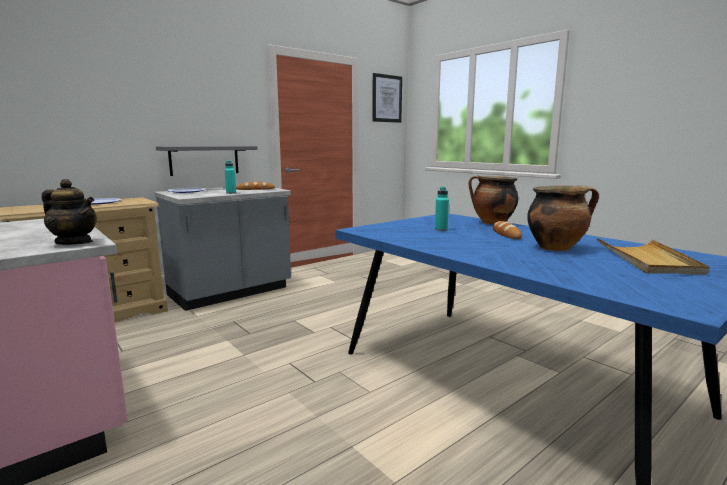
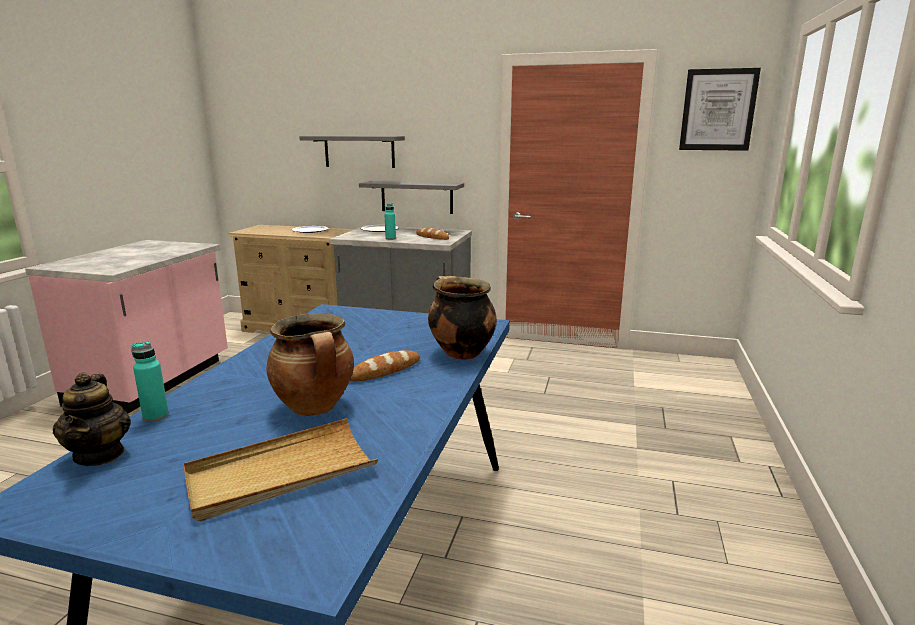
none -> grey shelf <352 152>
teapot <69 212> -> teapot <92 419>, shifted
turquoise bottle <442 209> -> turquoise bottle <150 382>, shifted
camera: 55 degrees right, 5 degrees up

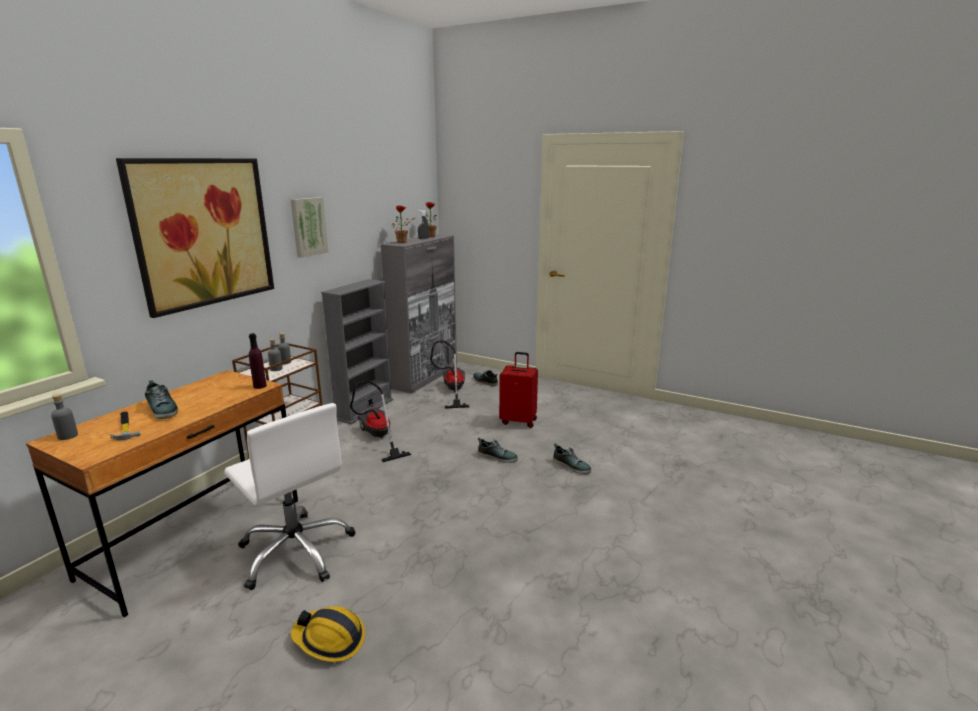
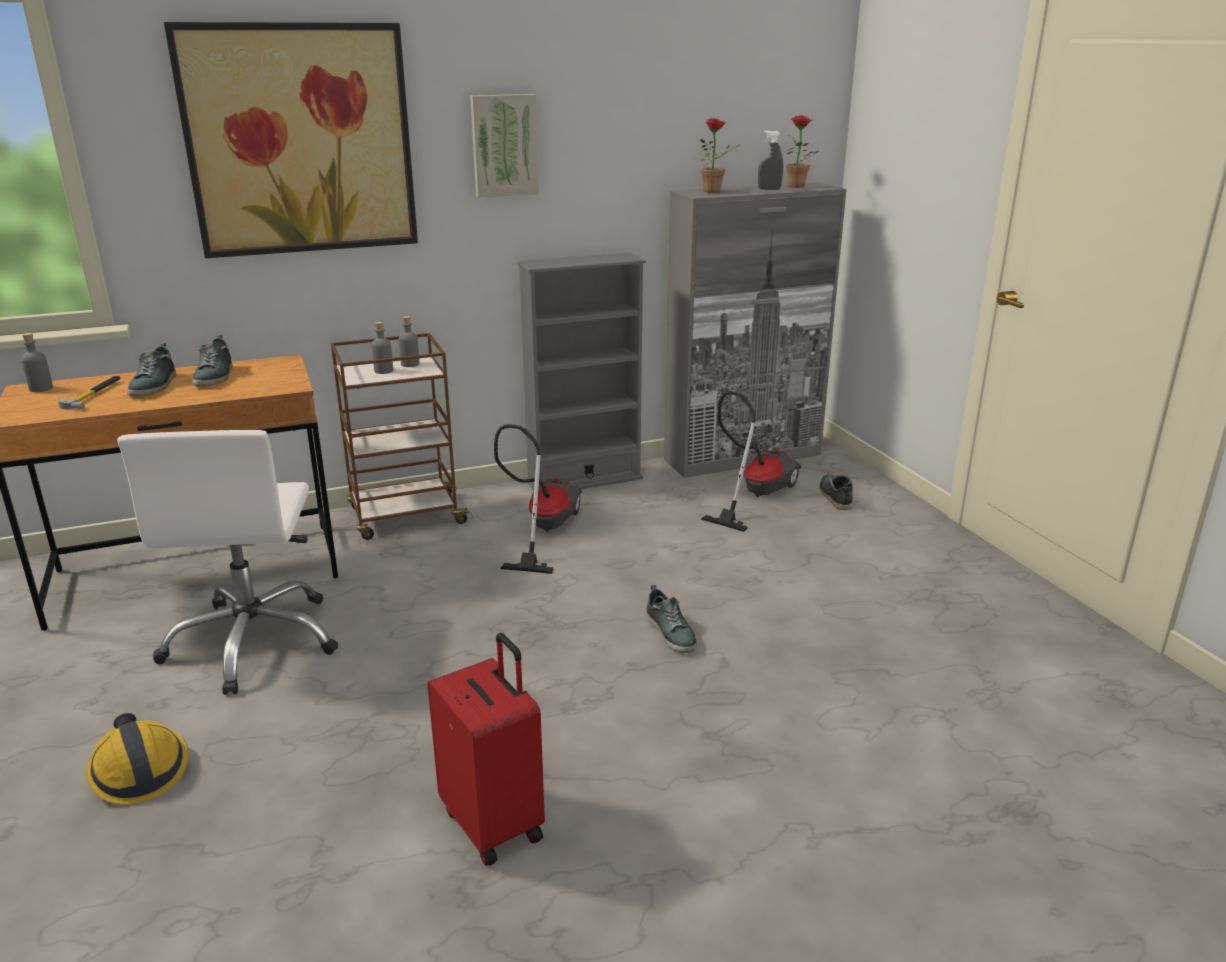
purple bottle <258 361> -> none
red suitcase <518 390> -> red suitcase <486 749>, shifted
shoe <572 458> -> shoe <213 361>, shifted
camera: 40 degrees right, 5 degrees up

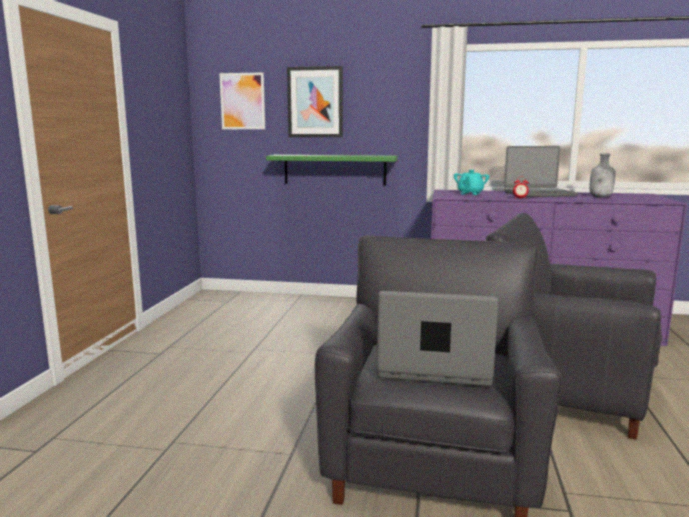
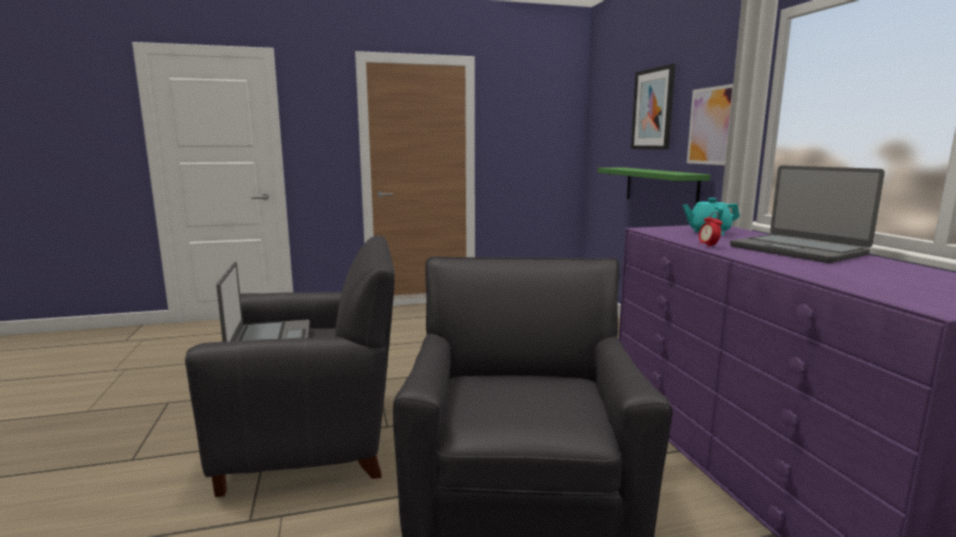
grey bottle <602 175> -> none
picture <242 100> -> picture <710 124>, shifted
camera: 65 degrees right, 0 degrees up

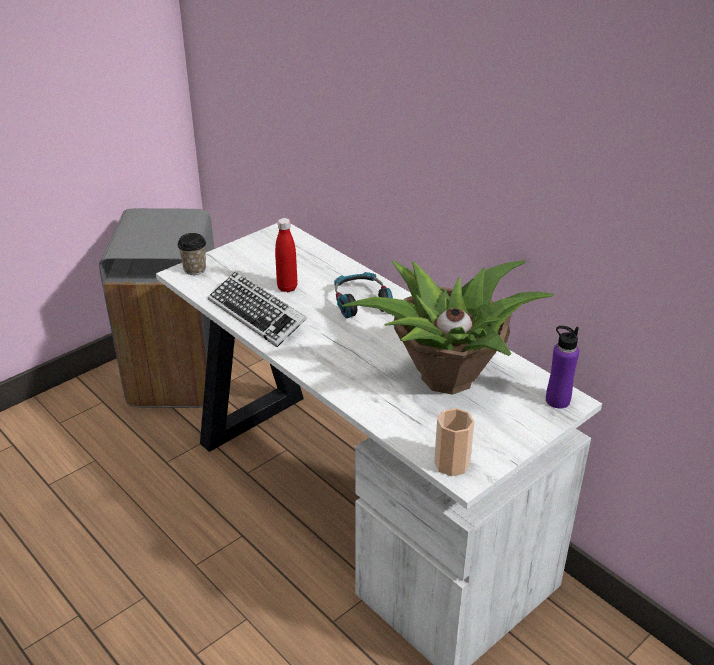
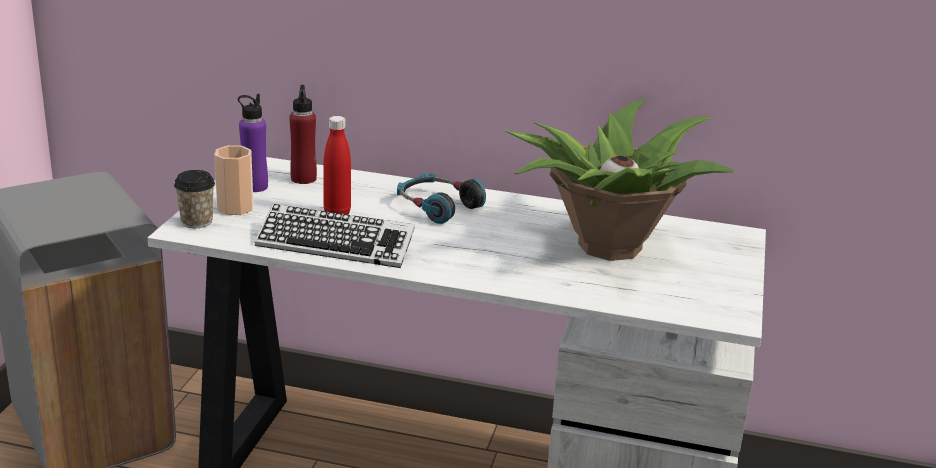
none -> red bottle <303 134>
cup <454 442> -> cup <233 180>, shifted
purple bottle <562 367> -> purple bottle <253 143>, shifted
camera: 35 degrees left, 10 degrees down

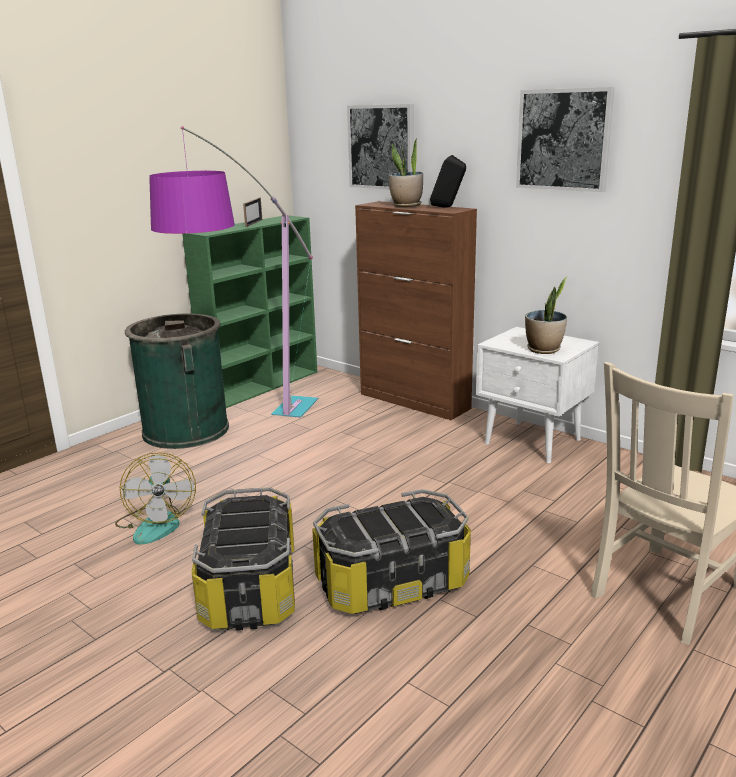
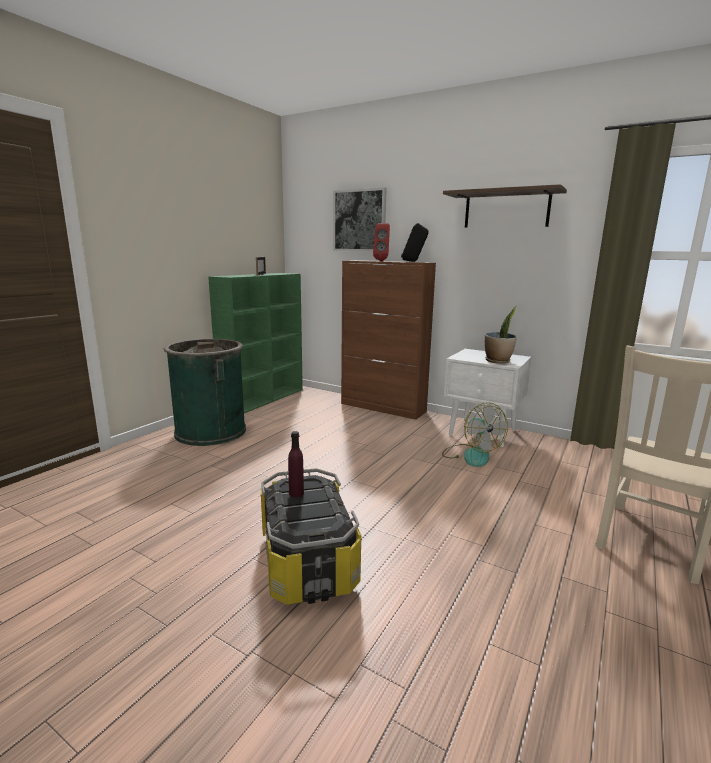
floor lamp <233 272> -> none
storage box <391 551> -> none
none -> purple bottle <296 464>
fan <155 498> -> fan <475 434>, shifted
potted plant <405 173> -> red speaker <381 242>
picture <565 139> -> shelf <505 206>
camera: 10 degrees left, 5 degrees down

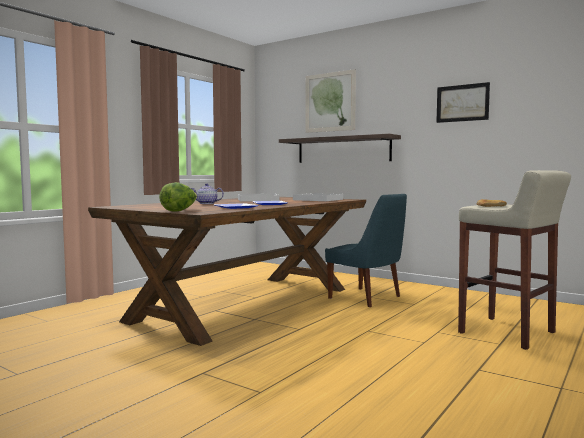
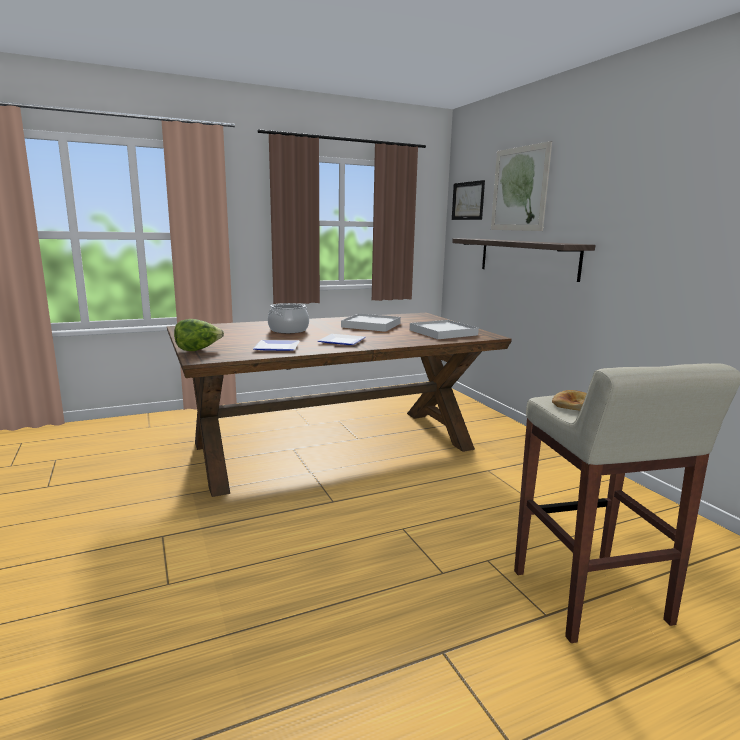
blue chair <366 250> -> none
picture <463 102> -> picture <468 200>, shifted
teapot <207 194> -> cooking pot <288 318>
camera: 30 degrees right, 10 degrees up

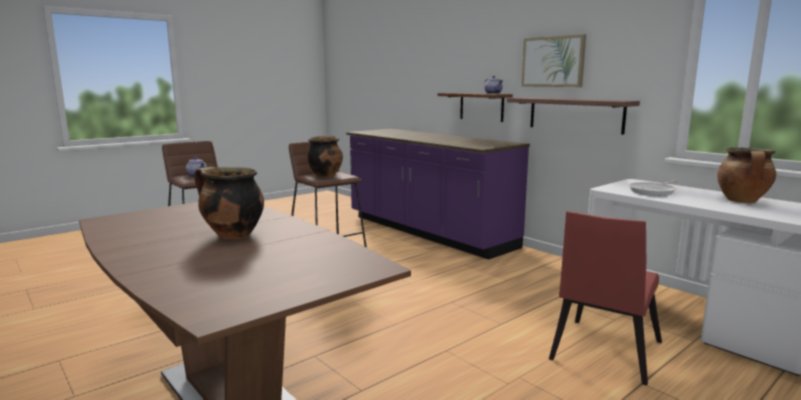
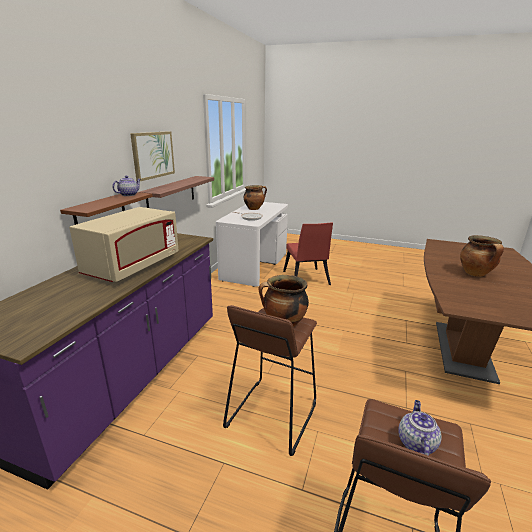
none -> beige microwave <124 244>
red chair <605 298> -> red chair <308 253>, 75 degrees clockwise
camera: 120 degrees left, 10 degrees up

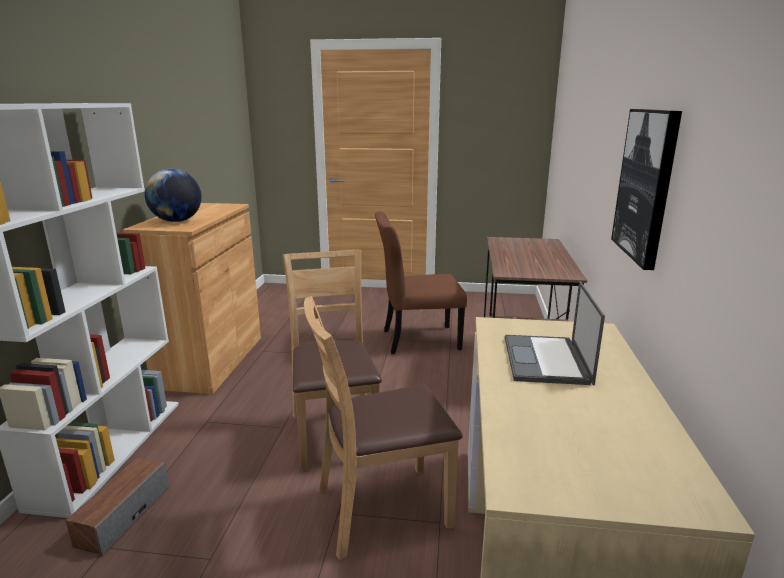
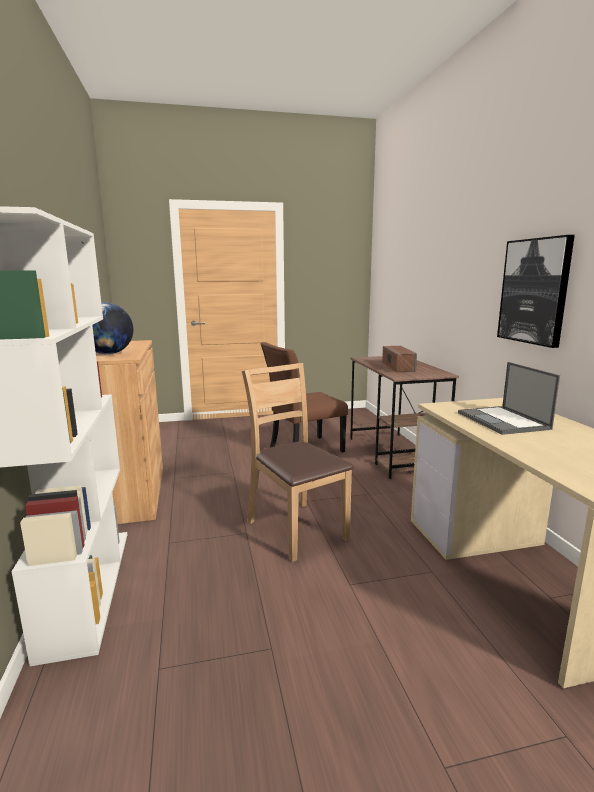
brown chair <383 428> -> none
speaker <117 507> -> speaker <399 359>, shifted
camera: 20 degrees left, 5 degrees down

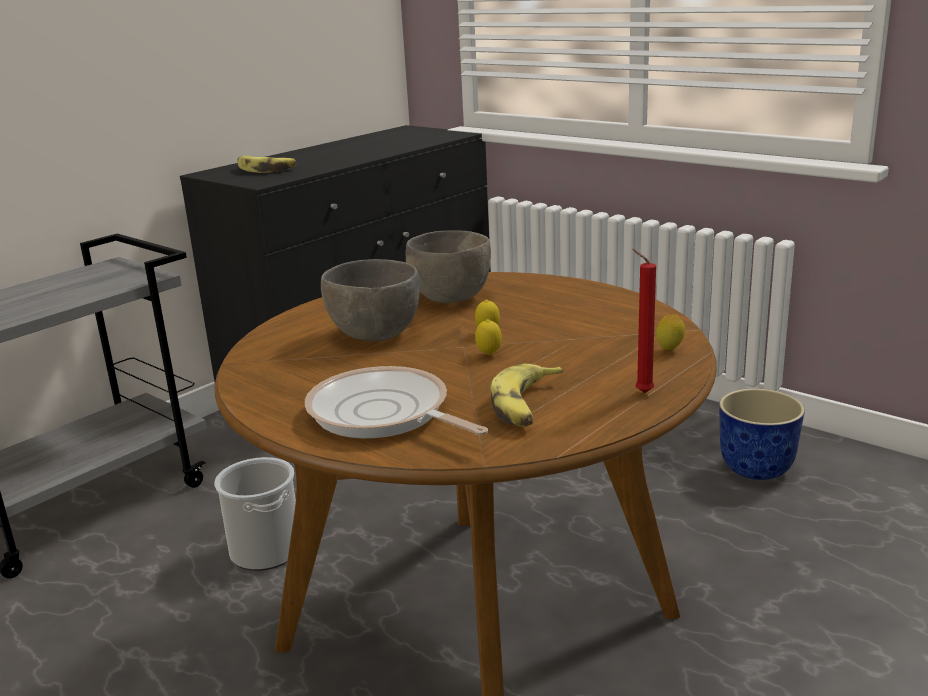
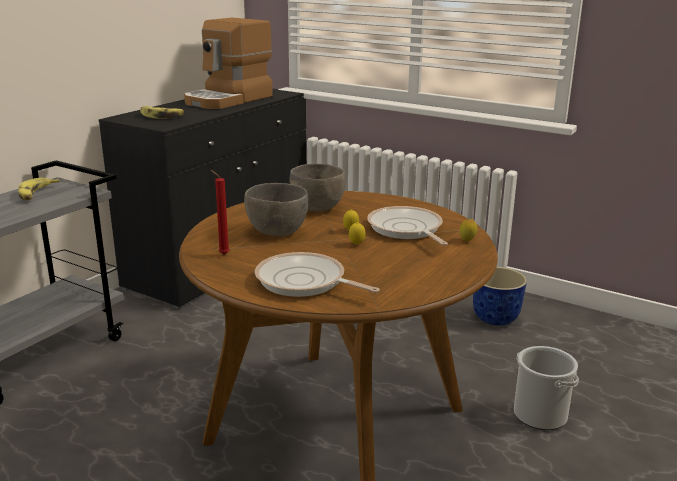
none -> coffee machine <228 63>
none -> frying pan <407 225>
bucket <255 514> -> bucket <546 388>, shifted
banana <527 395> -> banana <39 189>, shifted
red candle <644 321> -> red candle <220 212>, shifted
camera: 10 degrees left, 0 degrees up

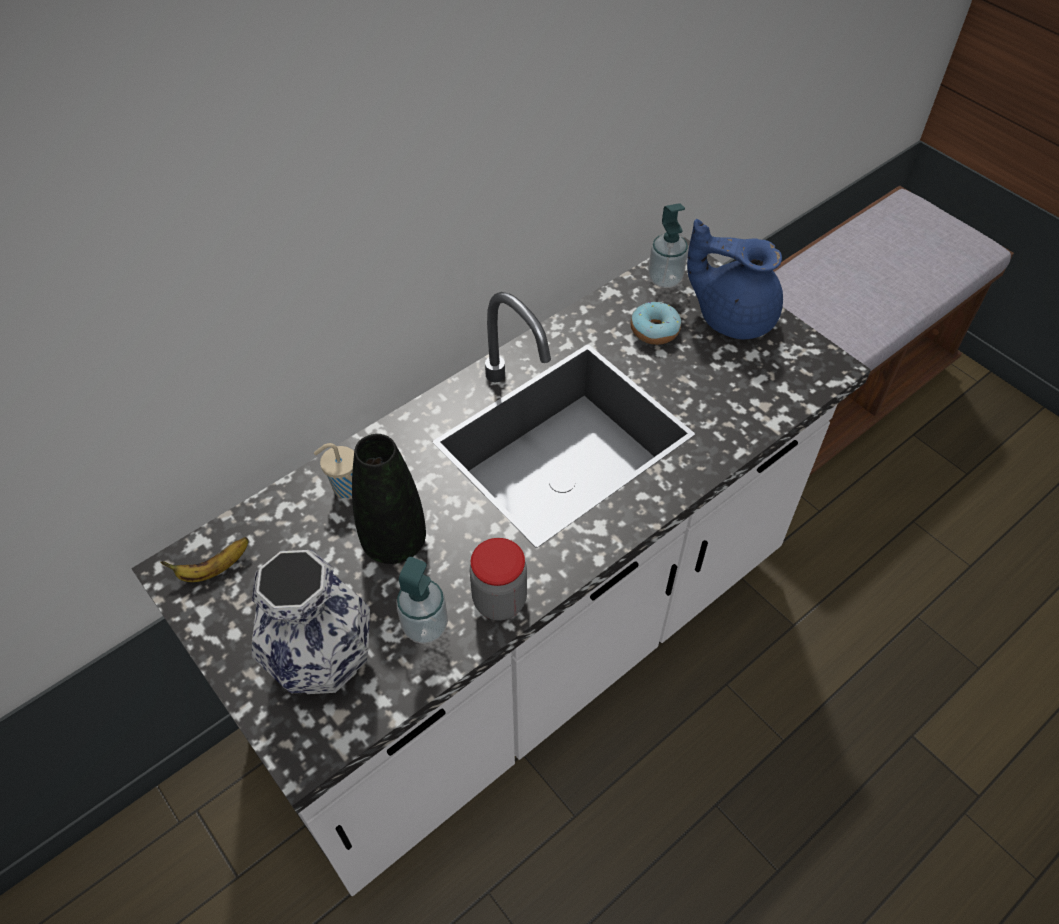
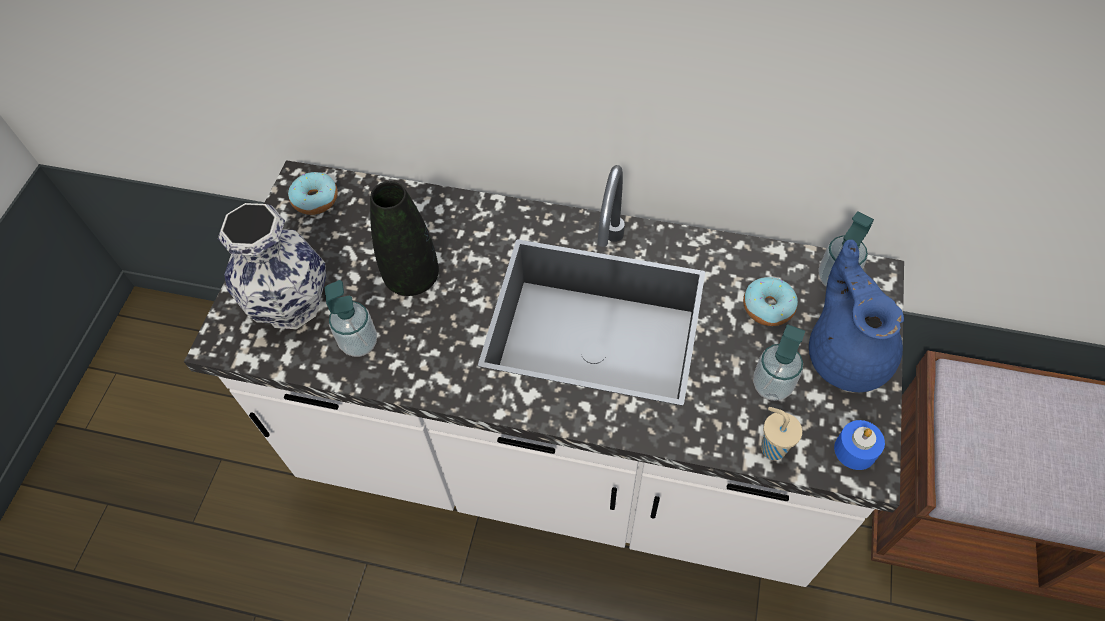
jar <498 579> -> none
none -> soap dispenser <779 362>
none -> blue candle <859 445>
beige cup <334 470> -> beige cup <781 433>, shifted
banana <204 559> -> donut <313 193>
camera: 55 degrees right, 5 degrees up

